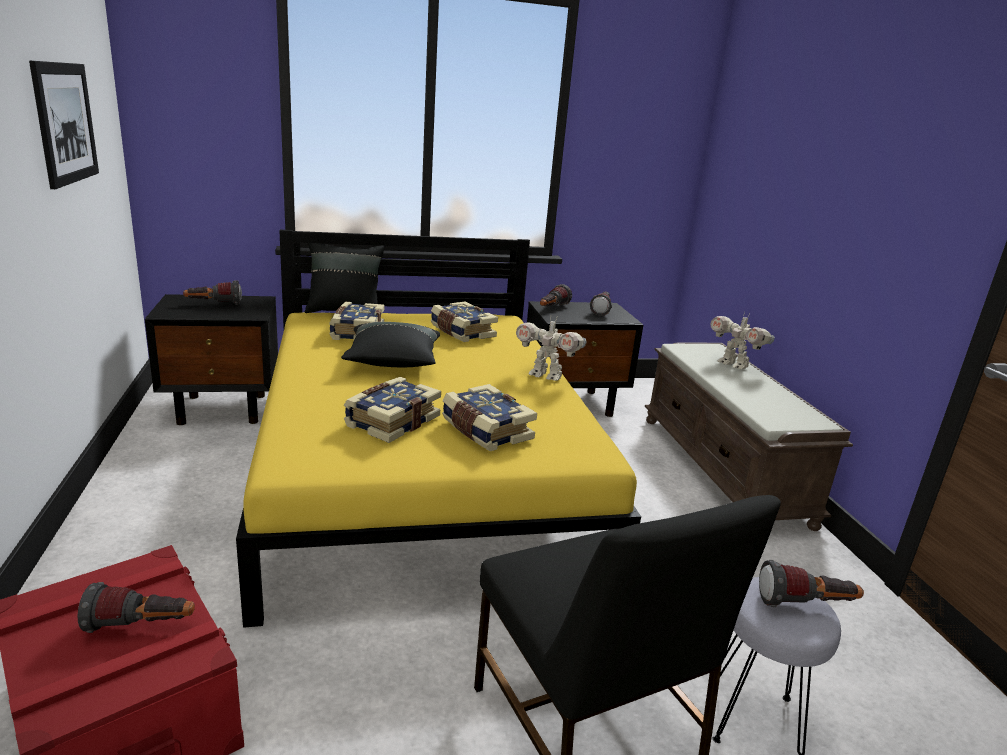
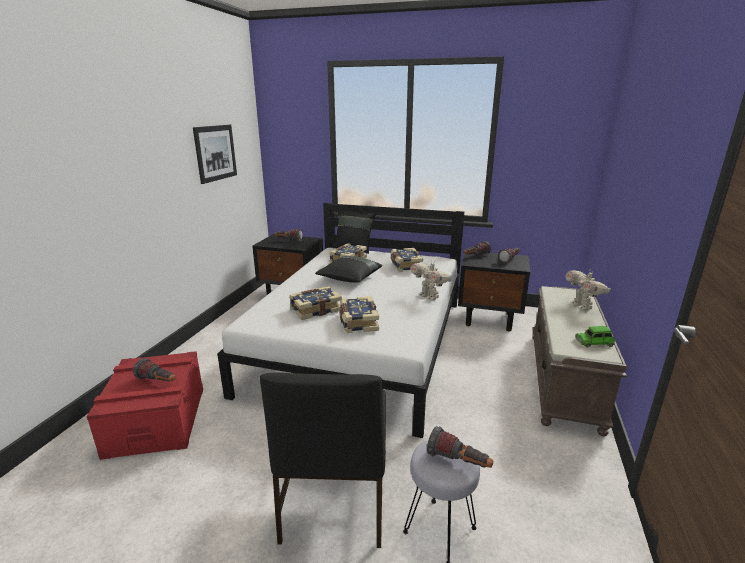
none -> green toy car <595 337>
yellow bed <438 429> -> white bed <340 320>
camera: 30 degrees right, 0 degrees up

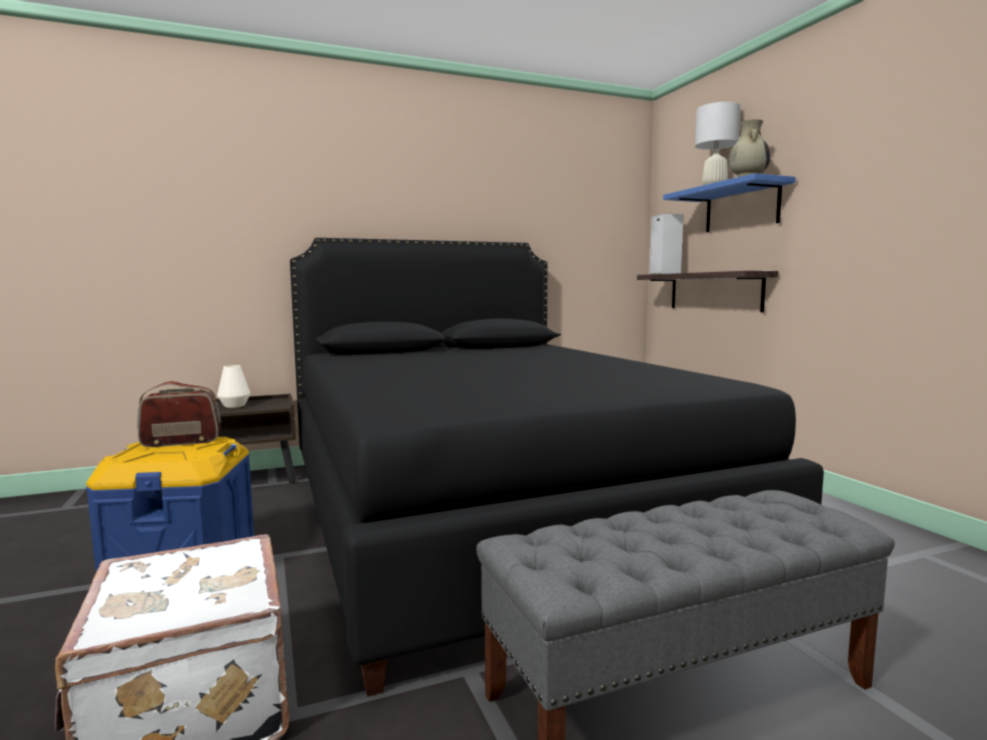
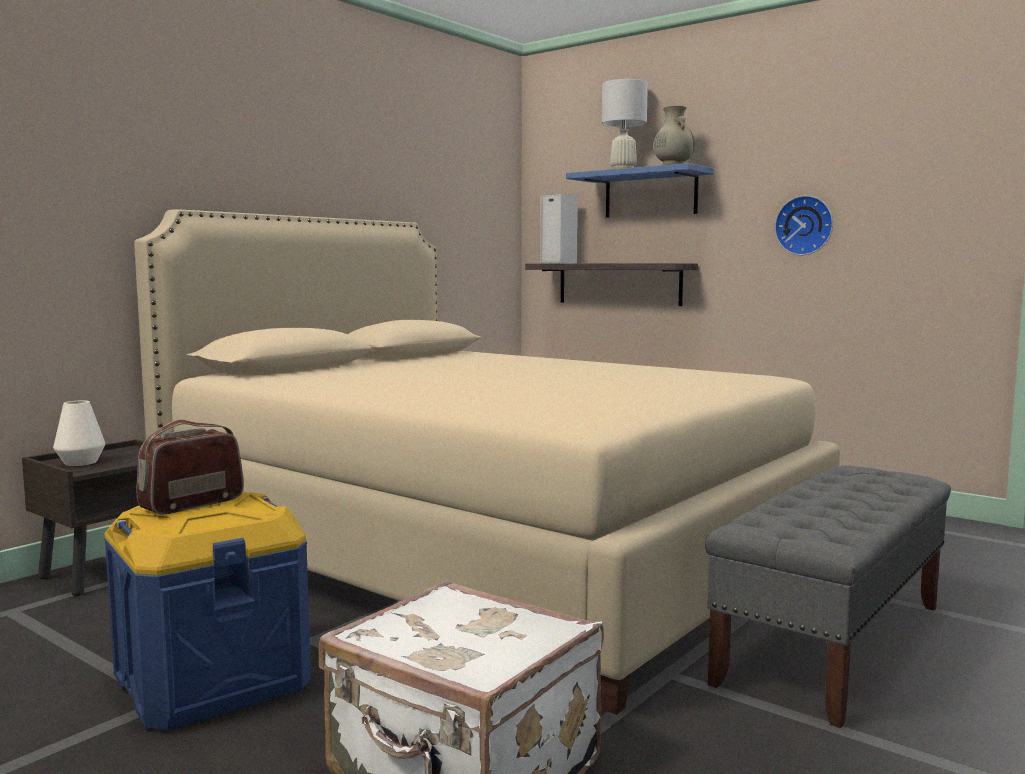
none -> wall clock <803 225>
black bed <557 467> -> beige bed <487 462>
camera: 30 degrees left, 0 degrees up

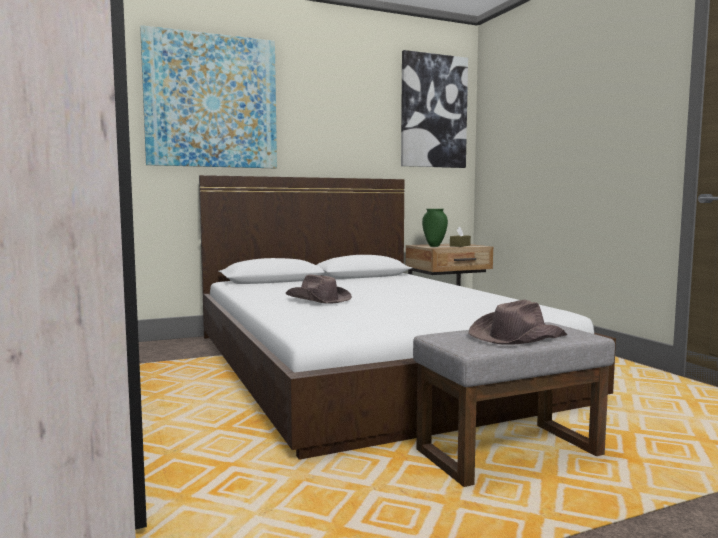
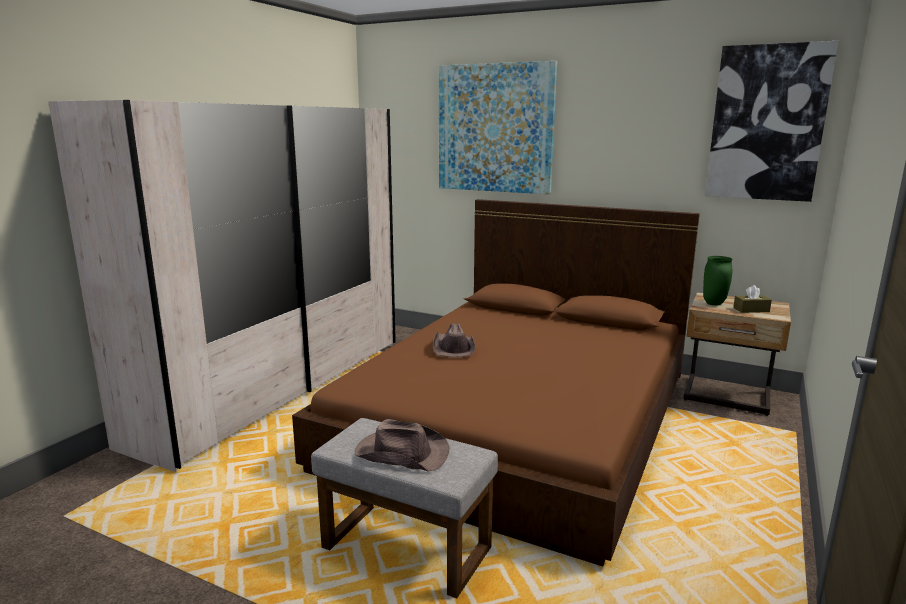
white bed <407 317> -> brown bed <496 382>
camera: 50 degrees right, 10 degrees up

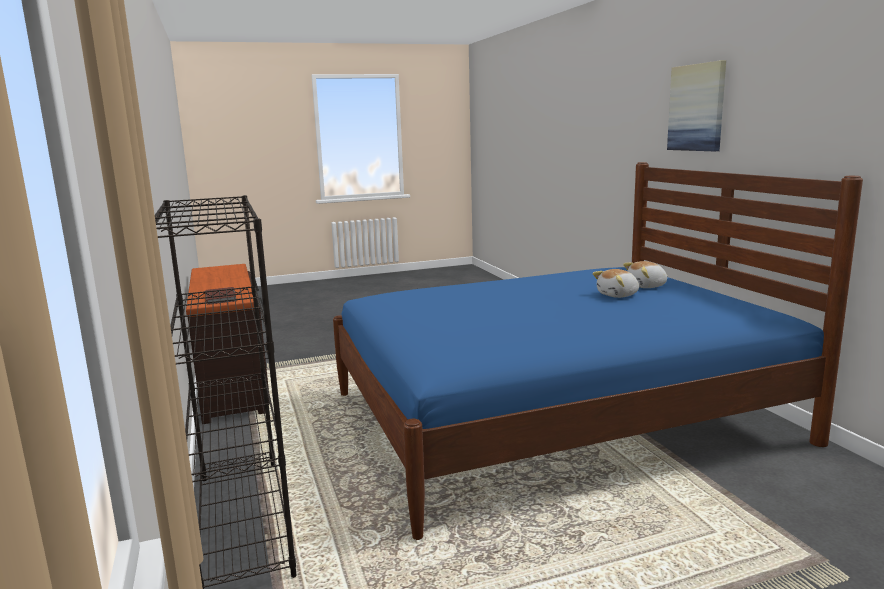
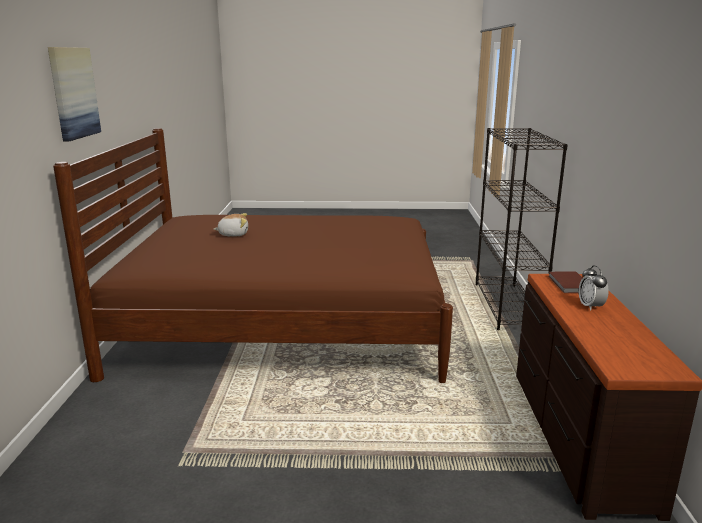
plush toy <645 274> -> none
none -> alarm clock <594 288>
blue bed <598 351> -> brown bed <253 255>
camera: 160 degrees left, 5 degrees up

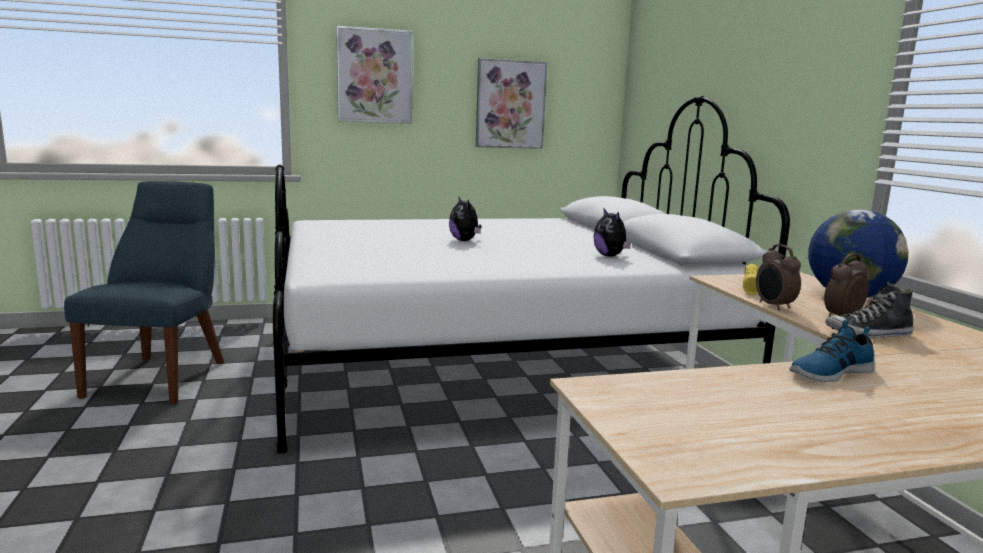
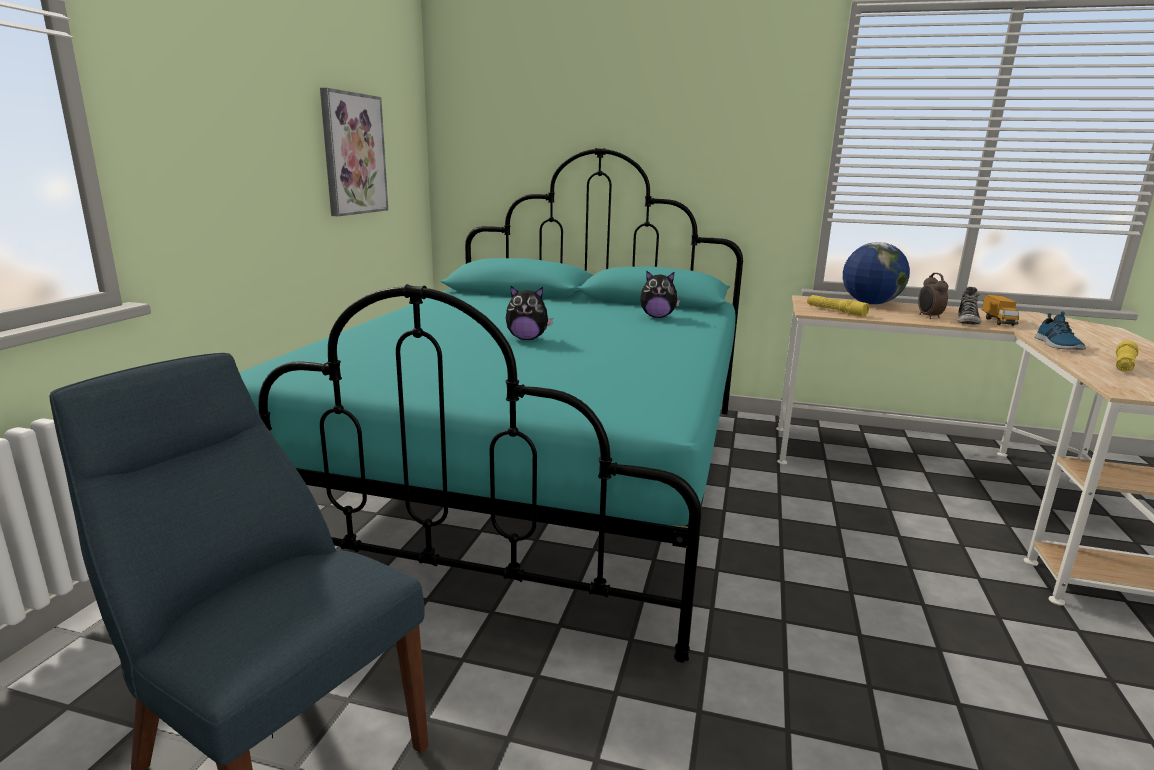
picture <374 75> -> none
alarm clock <778 277> -> none
none -> toy truck <1000 310>
none -> yellow flashlight <1127 356>
white bed <531 275> -> turquoise bed <491 405>
camera: 60 degrees left, 5 degrees up

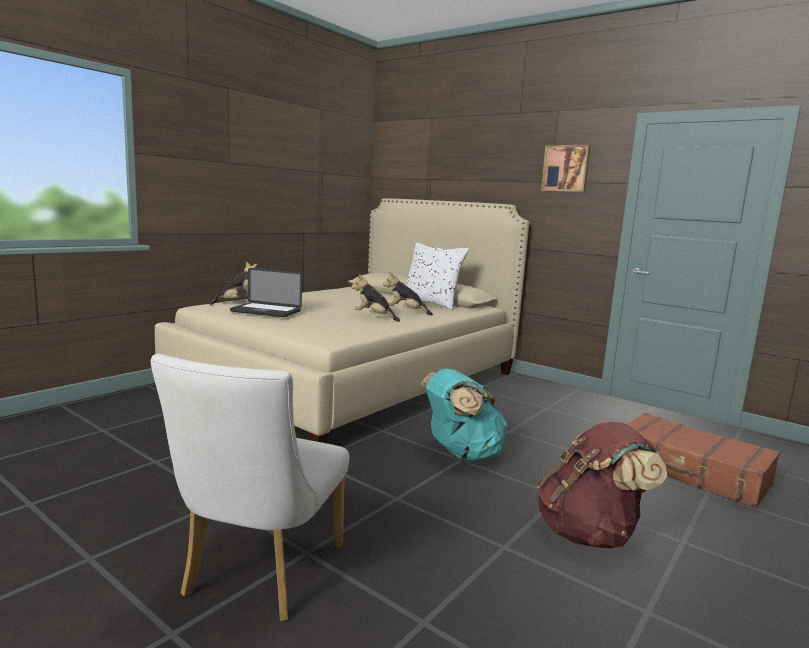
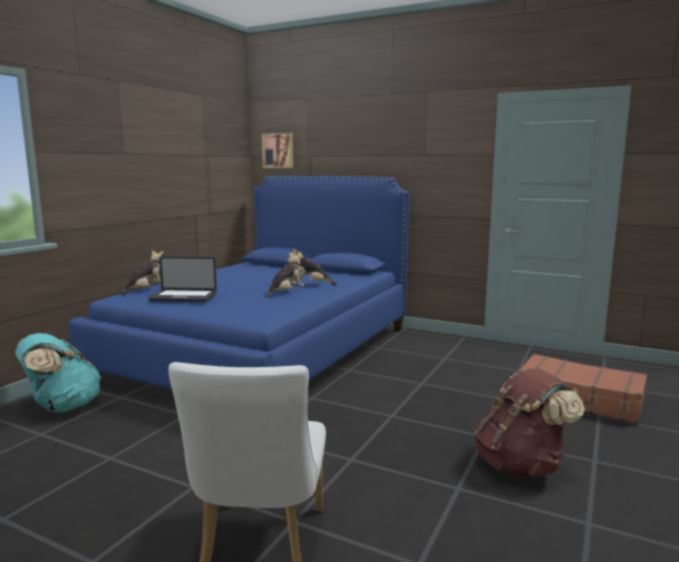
white pillow <437 276> -> none
turquoise backpack <464 415> -> turquoise backpack <58 373>, shifted
picture <566 168> -> picture <277 150>, shifted
beige bed <342 320> -> blue bed <238 282>
plush toy <375 298> -> plush toy <285 274>, 105 degrees clockwise
camera: 10 degrees left, 0 degrees up

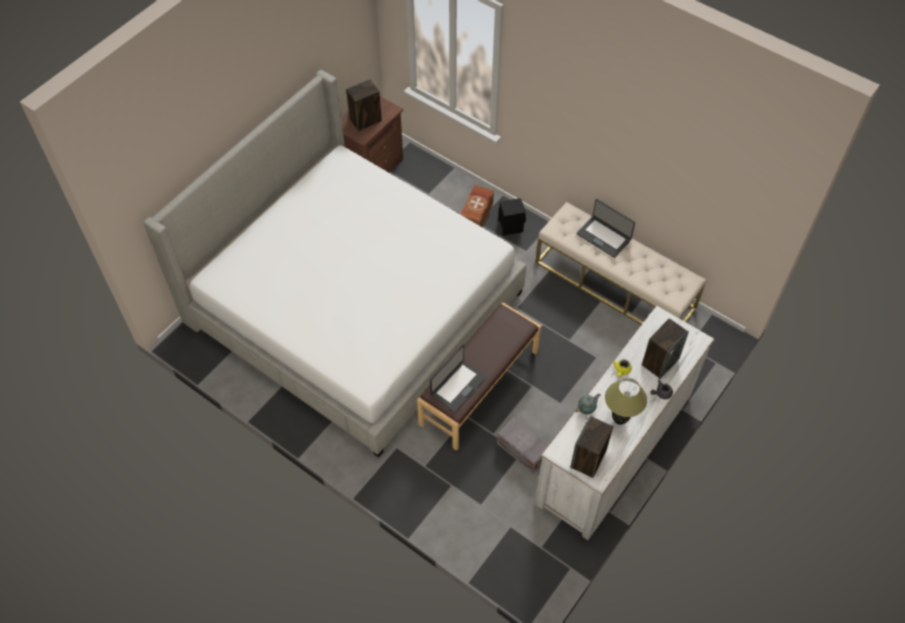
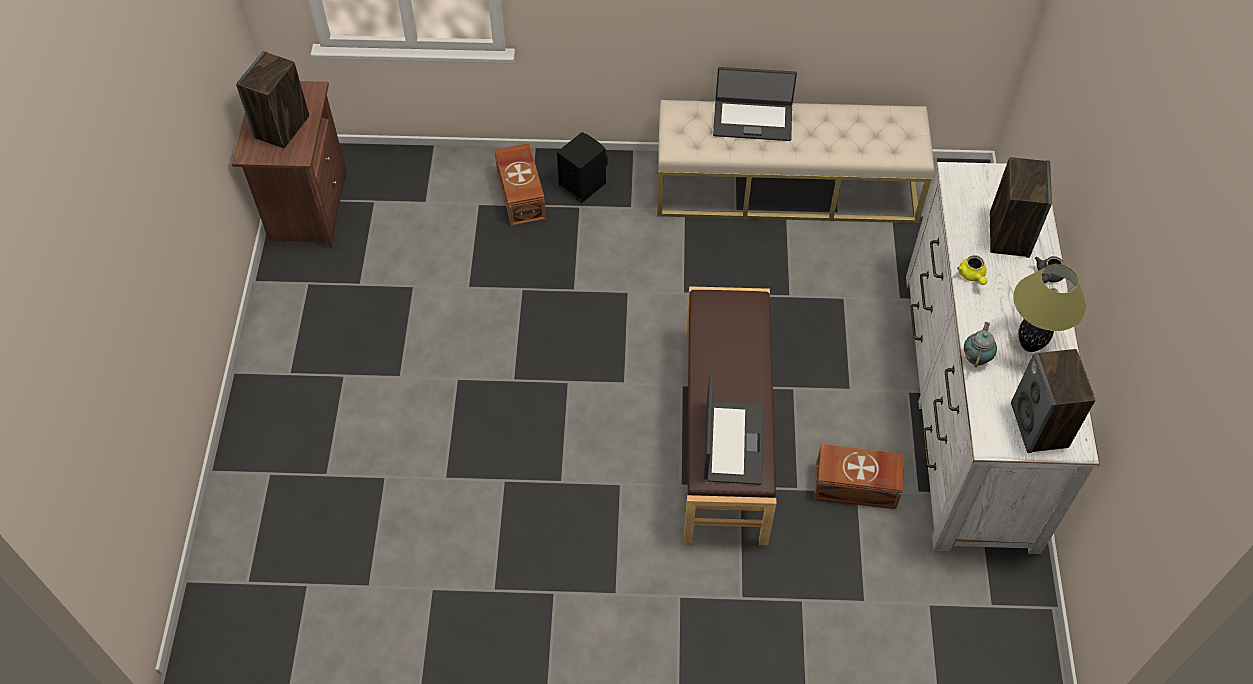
bed <334 263> -> none
grey storage box <522 445> -> brown storage box <859 476>
camera: 35 degrees left, 0 degrees up

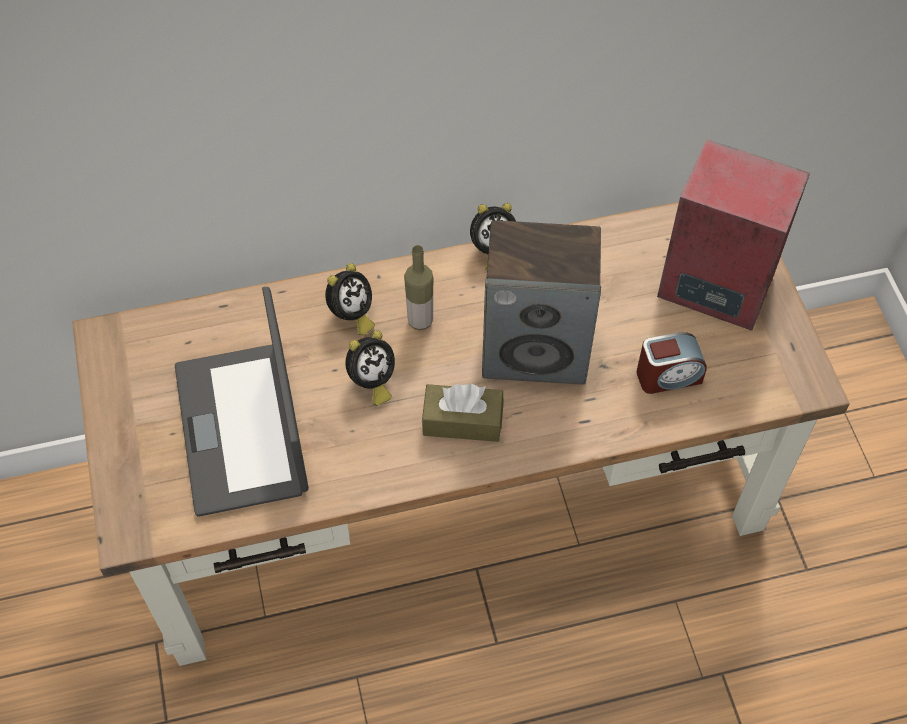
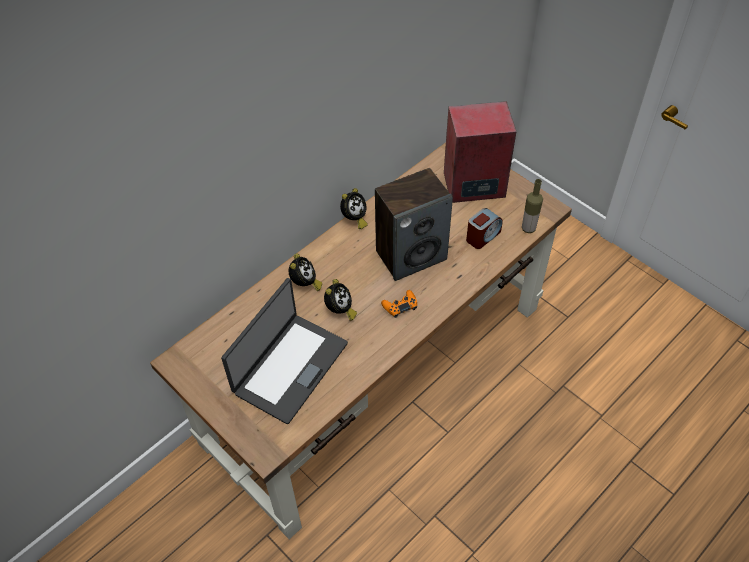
bottle <418 287> -> bottle <532 206>, shifted
brown tissue box <463 413> -> orange game controller <399 304>
laptop <242 402> -> laptop <284 351>, 105 degrees counterclockwise
camera: 30 degrees left, 5 degrees down

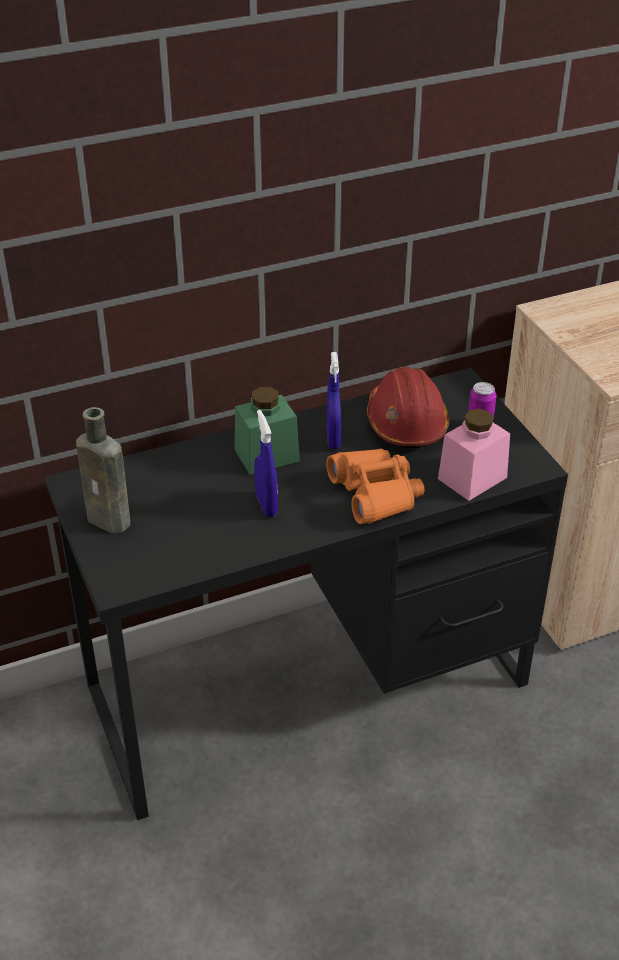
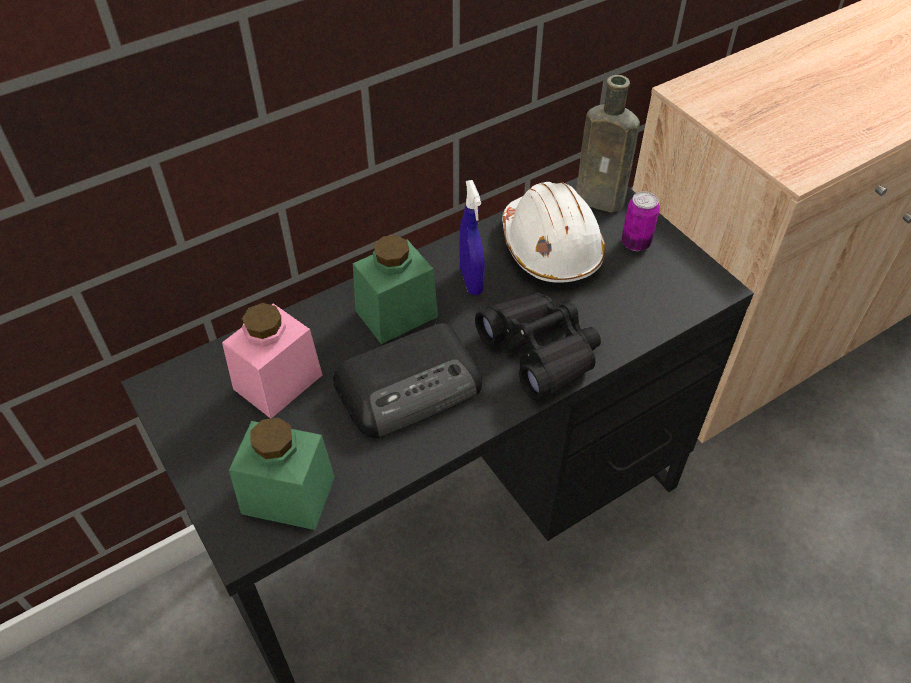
none -> green jar <282 473>
brown bottle <103 470> -> brown bottle <608 144>, shifted
pink jar <474 455> -> pink jar <272 360>, shifted
blue spray bottle <266 463> -> radio <407 380>
orange binoculars <375 486> -> black binoculars <538 346>
red hard hat <408 408> -> white hard hat <554 232>
camera: 10 degrees left, 10 degrees up

